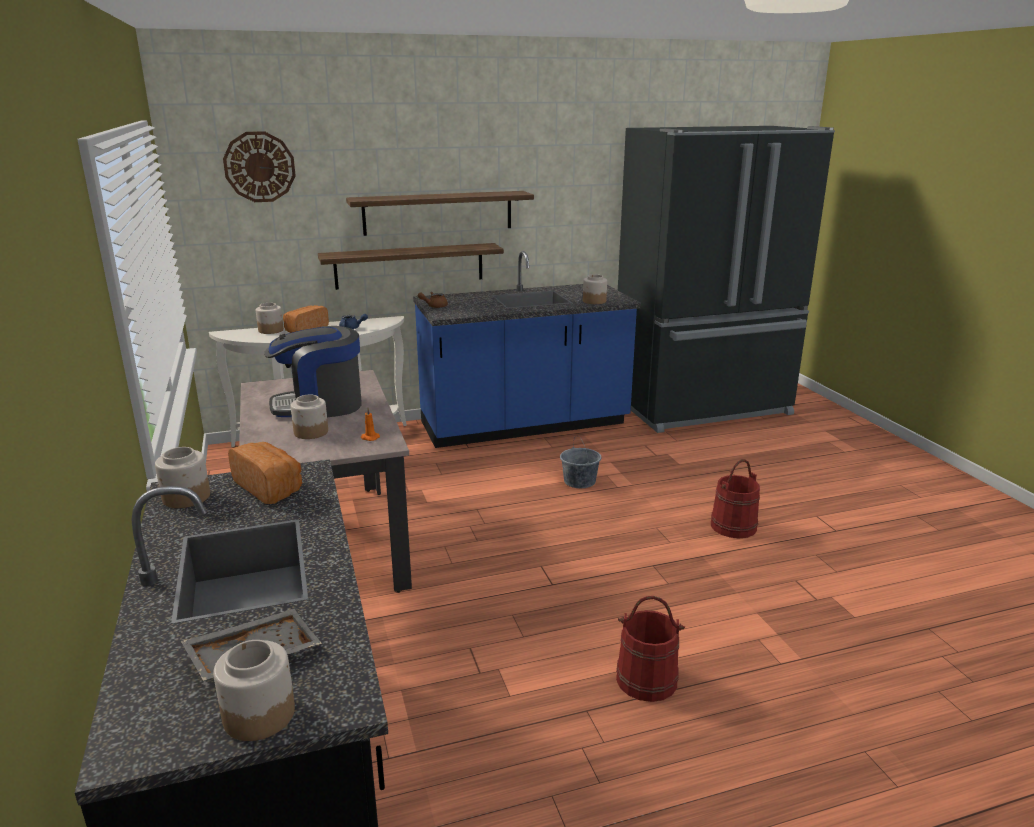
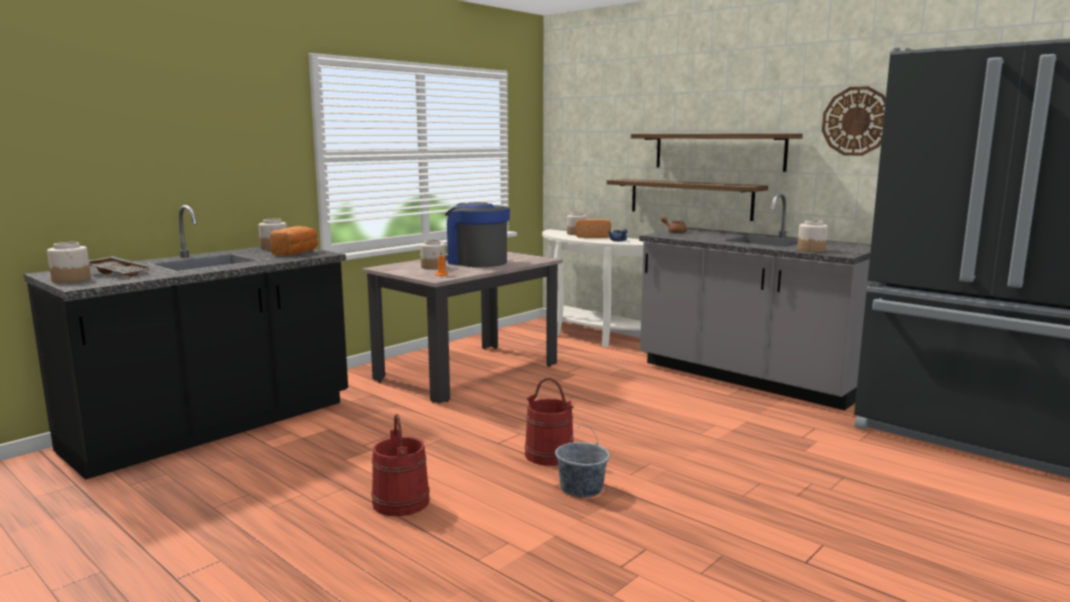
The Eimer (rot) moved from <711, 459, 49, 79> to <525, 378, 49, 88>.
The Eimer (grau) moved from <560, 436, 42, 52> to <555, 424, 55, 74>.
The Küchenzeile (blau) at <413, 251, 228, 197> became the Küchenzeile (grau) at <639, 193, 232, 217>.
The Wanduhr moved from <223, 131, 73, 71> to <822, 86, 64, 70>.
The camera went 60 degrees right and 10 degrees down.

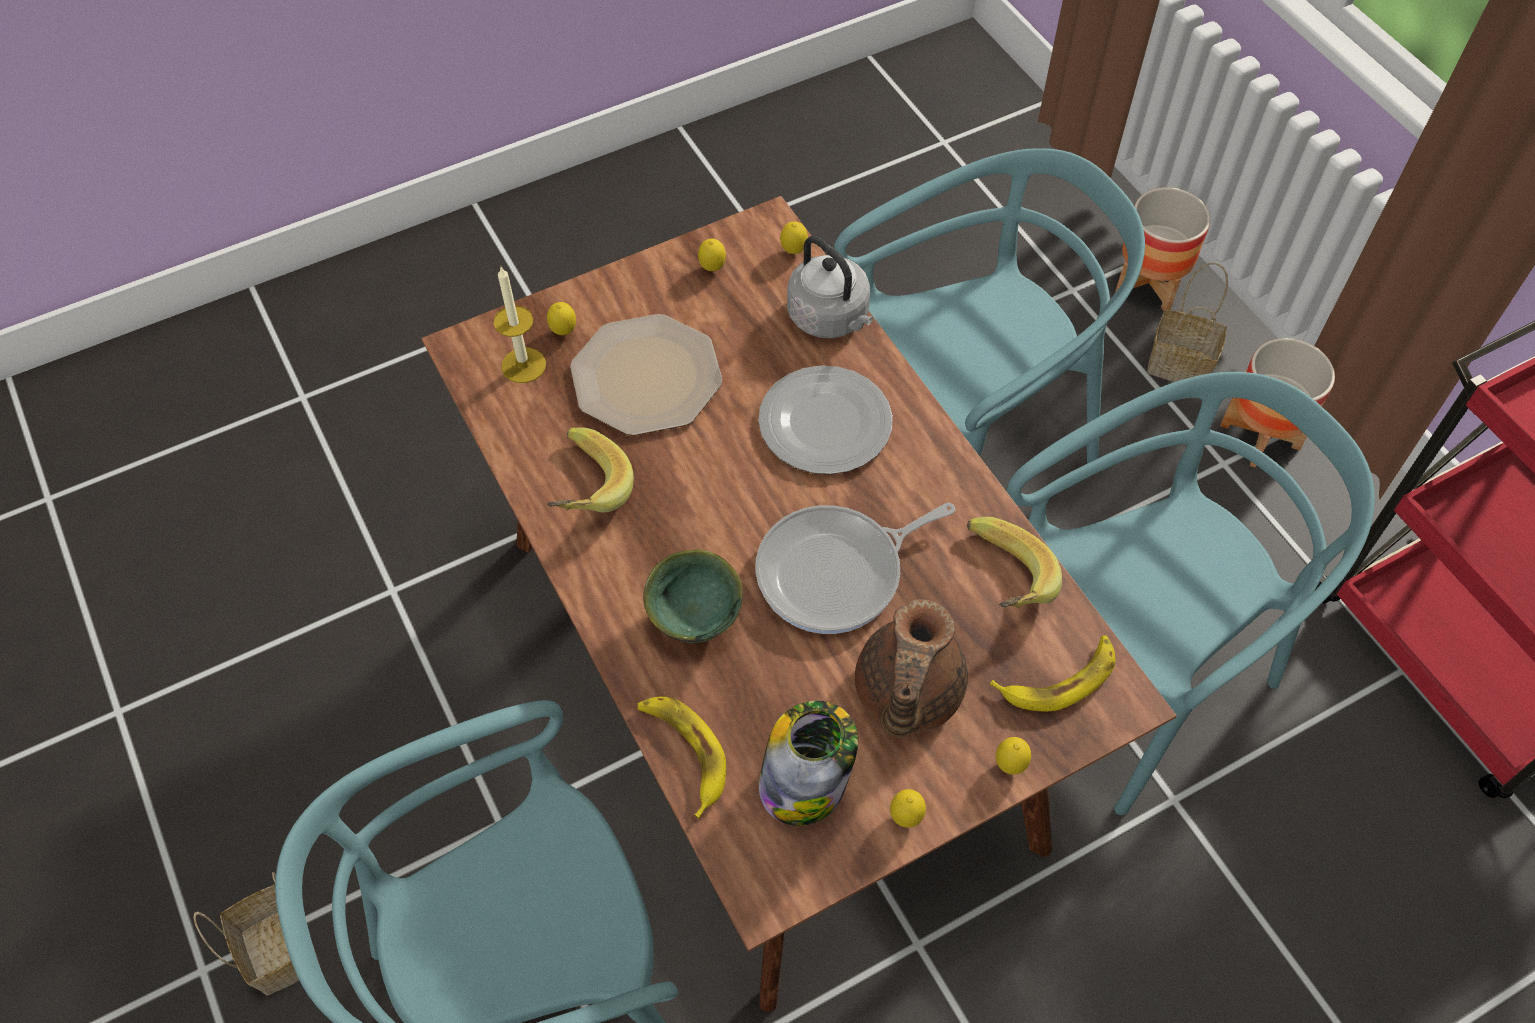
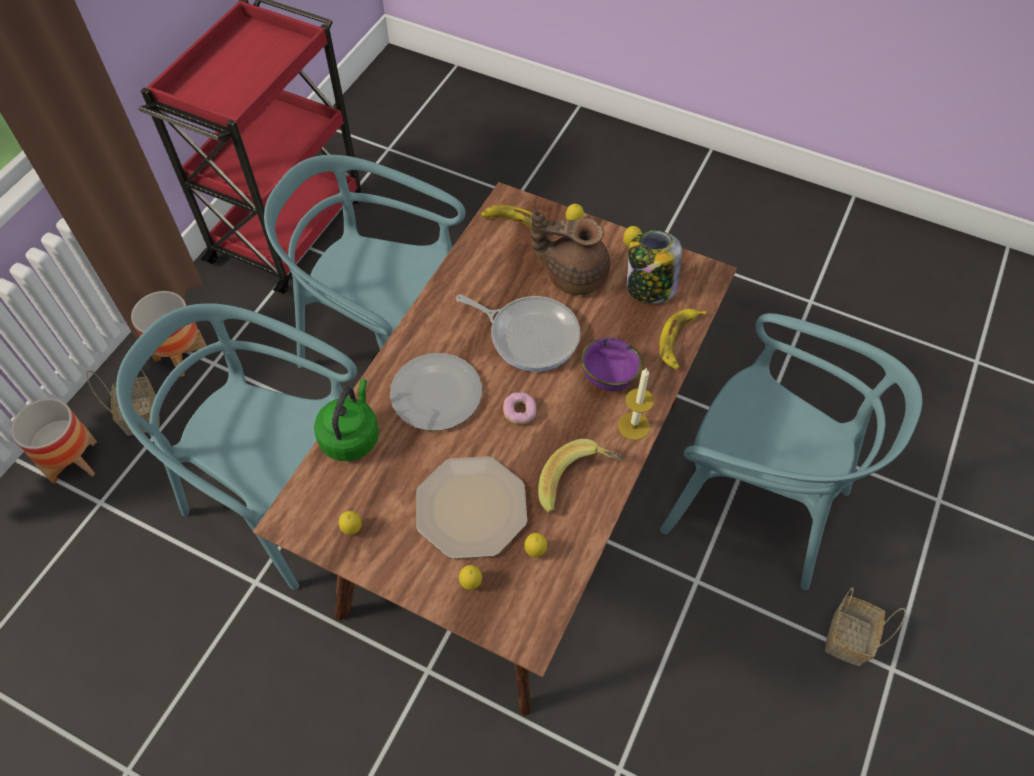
The Wasserkessel (grau) at <787, 236, 86, 102> became the Wasserkessel (grün) at <314, 379, 65, 82>.
The Donut at <503, 392, 34, 33> appeared.
The Zitrone moved from <780, 221, 28, 33> to <524, 533, 23, 25>.
The Teekanne (braun) at <855, 599, 113, 139> turned 150 degrees counterclockwise.
The Schüssel (grün) at <643, 549, 100, 94> became the Schüssel (lila) at <581, 337, 62, 54>.
The Kerze moved from <494, 267, 52, 116> to <618, 368, 36, 72>.
The Banane at <967, 517, 95, 91> disappeared.
The camera went 125 degrees left and 0 degrees up.

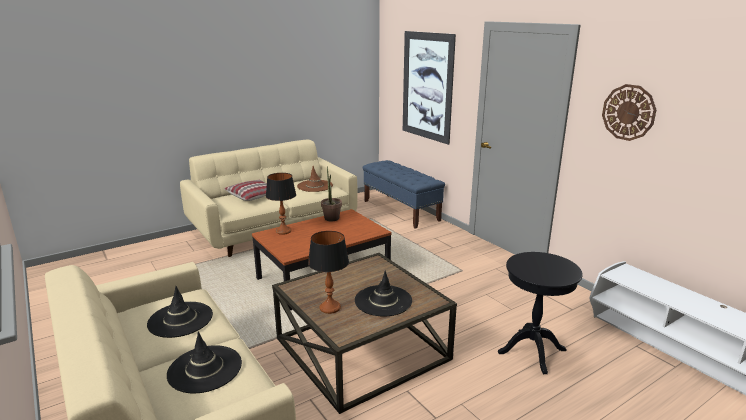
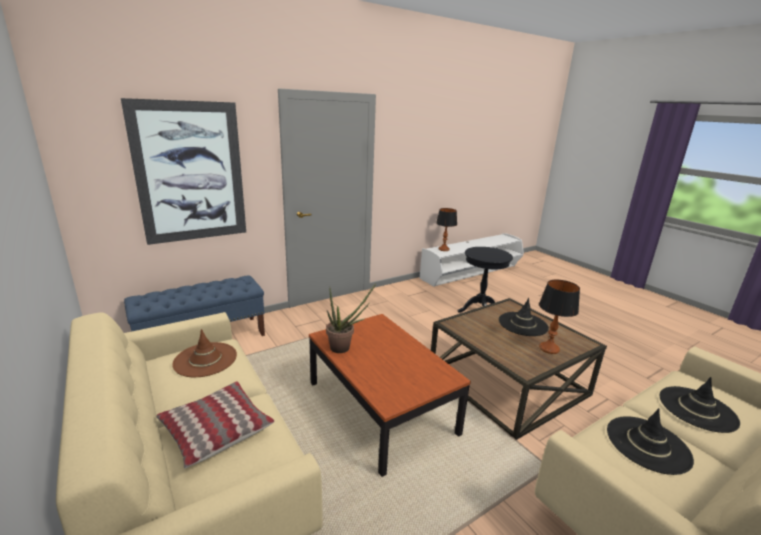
The Tischlampe moved from <266, 173, 30, 62> to <436, 208, 21, 43>.
The Wanduhr at <602, 84, 54, 57> disappeared.
The camera went 90 degrees left and 0 degrees up.

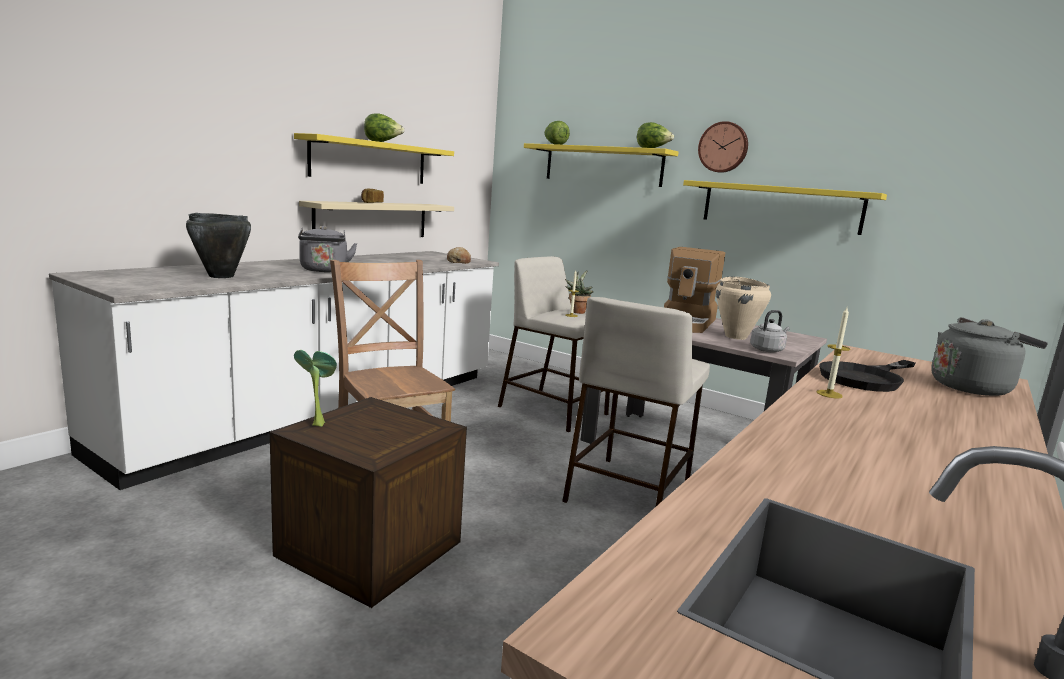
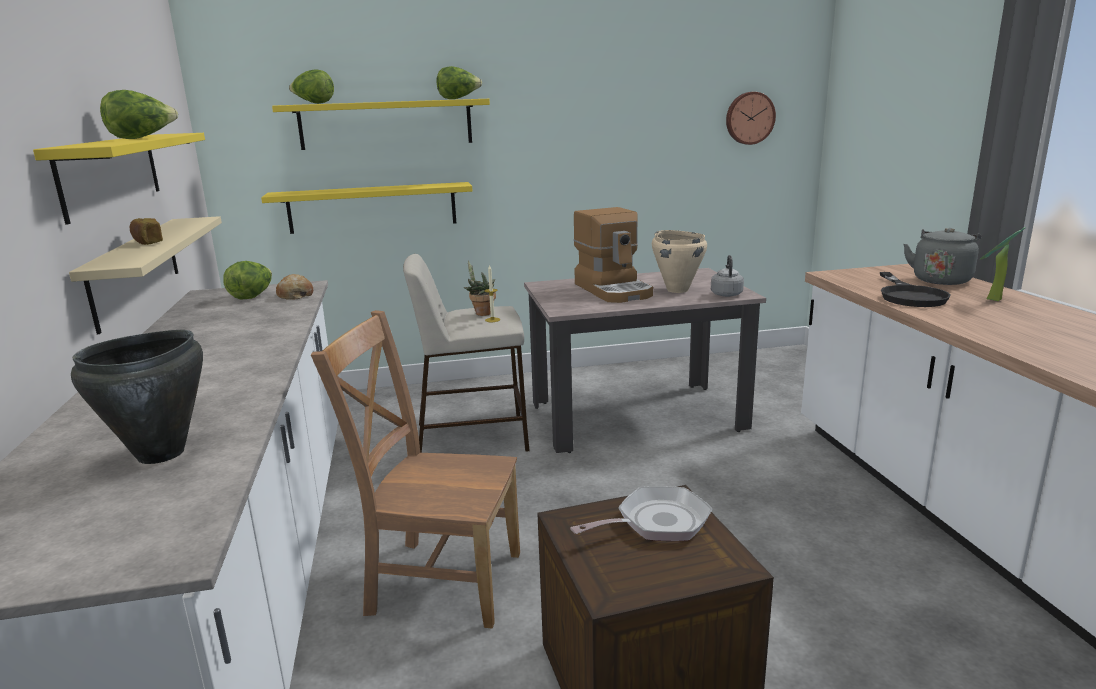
The Salatkopf at <223, 261, 49, 38> appeared.
The Wandregal (gelb) moved from <683, 180, 204, 55> to <261, 182, 212, 52>.
The Pfanne at <570, 486, 142, 55> appeared.
The Wanduhr moved from <698, 121, 50, 52> to <726, 92, 50, 53>.
The Topfpflanze moved from <294, 350, 43, 77> to <980, 227, 45, 74>.
The Wasserkessel (grau) at <298, 226, 59, 46> disappeared.
The Hocker (beige) at <562, 297, 148, 209> disappeared.
The Kerze at <816, 307, 34, 92> disappeared.
The camera went 45 degrees left and 5 degrees up.

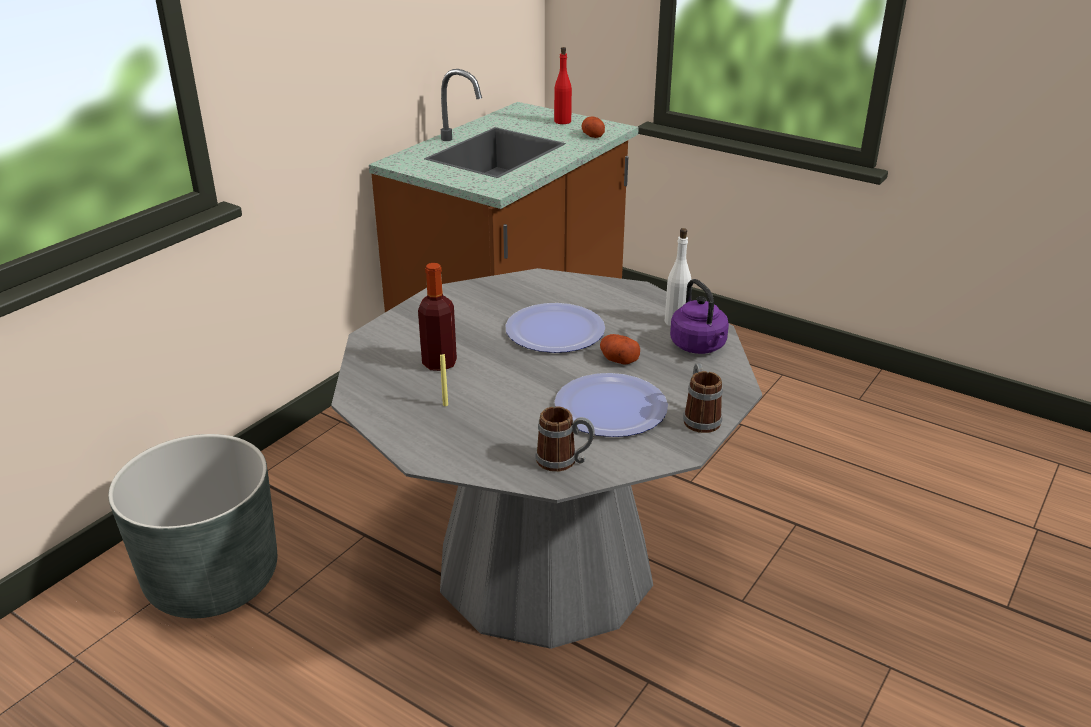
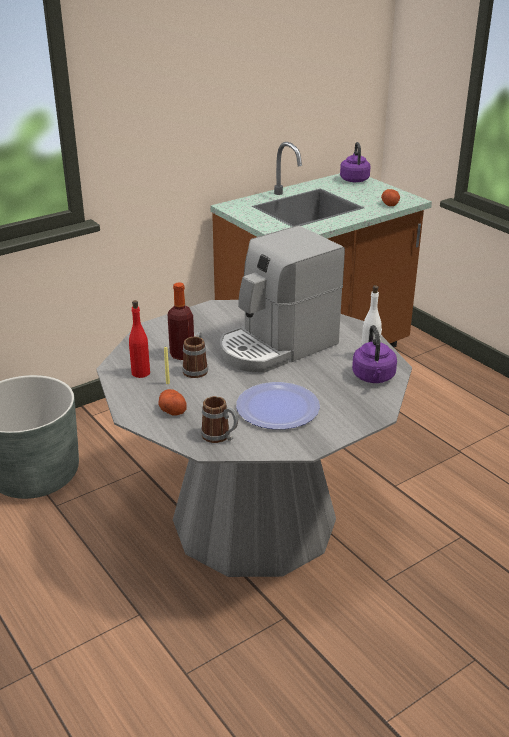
The Flasche (rot) moved from <554, 47, 18, 77> to <129, 300, 21, 78>.
The Kartoffel moved from <600, 334, 40, 31> to <158, 389, 29, 26>.
The Henkelbecher moved from <683, 363, 40, 70> to <182, 332, 26, 46>.
The Teller at <505, 303, 100, 50> was replaced by the Kaffeemaschine at <220, 225, 125, 148>.
The Wasserkessel (lila) at <340, 142, 30, 40> appeared.
The camera went 20 degrees right and 0 degrees up.

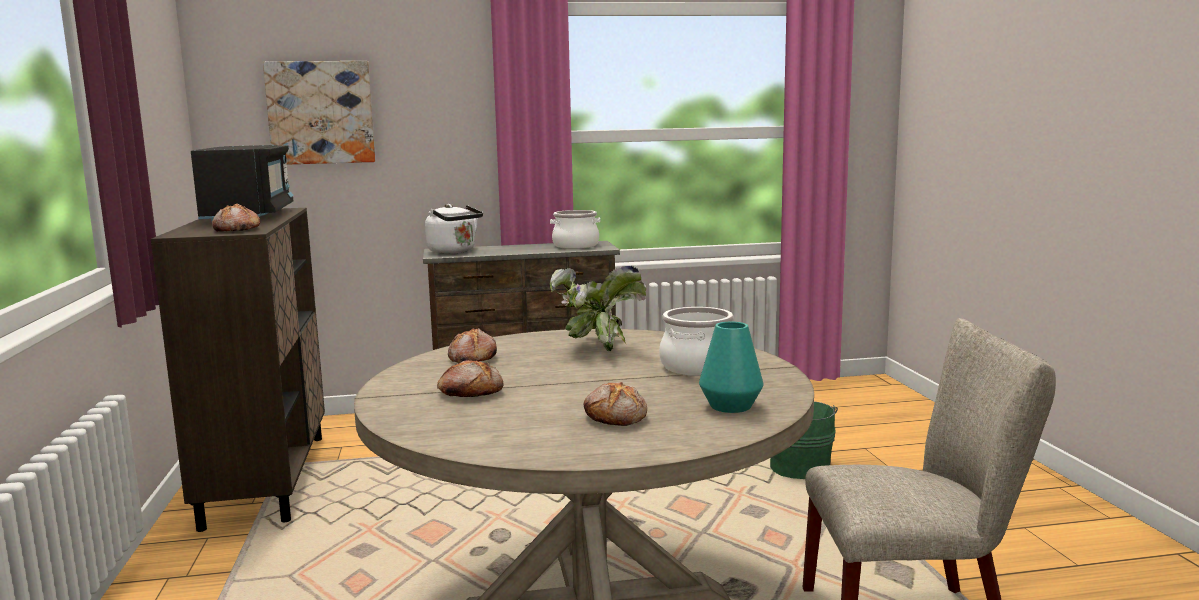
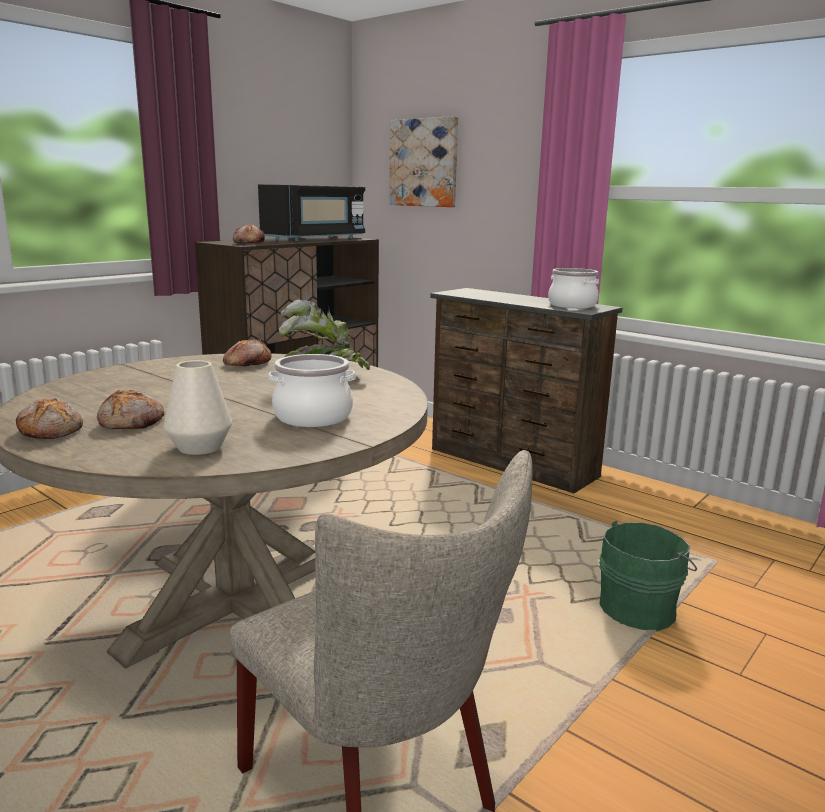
The Brot moved from <437, 360, 67, 37> to <16, 398, 67, 41>.
The Vase (türkis) at <699, 322, 64, 91> became the Vase (weiß) at <164, 360, 68, 95>.
The Wasserkessel (weiß) at <425, 204, 58, 50> disappeared.
The camera went 50 degrees right and 5 degrees up.

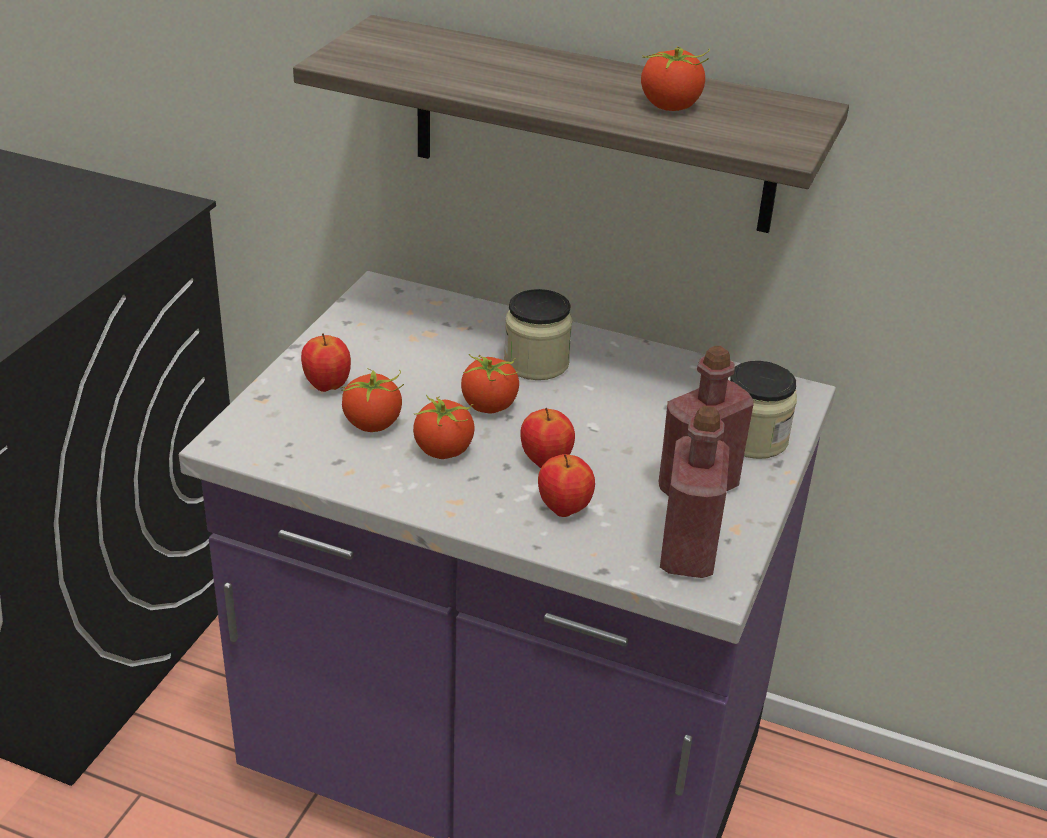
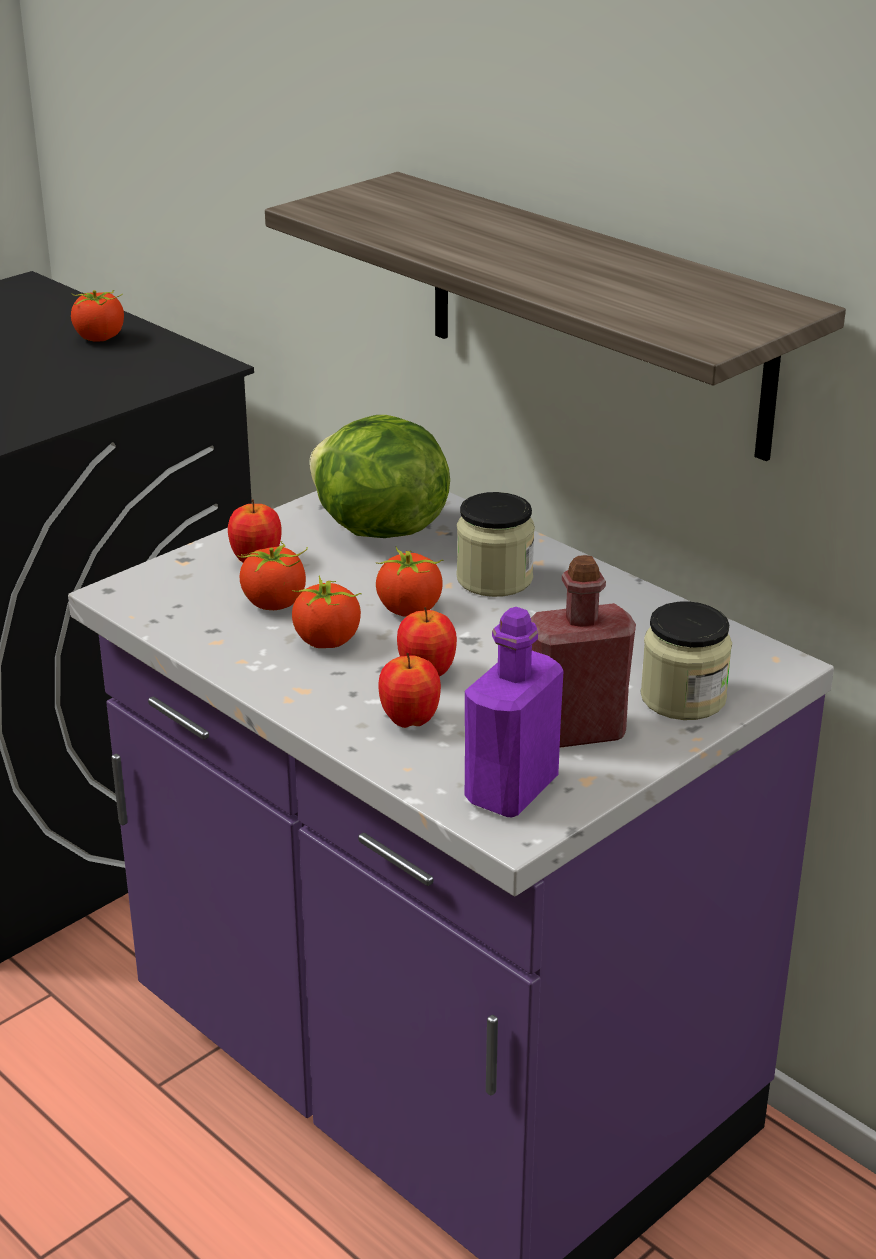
The Tomate moved from <641, 46, 69, 65> to <71, 290, 53, 52>.
The Salatkopf at <309, 415, 141, 123> appeared.
The Flasche (rot) at <660, 406, 69, 172> became the Flasche (lila) at <465, 607, 99, 210>.
The camera went 25 degrees right and 5 degrees down.

